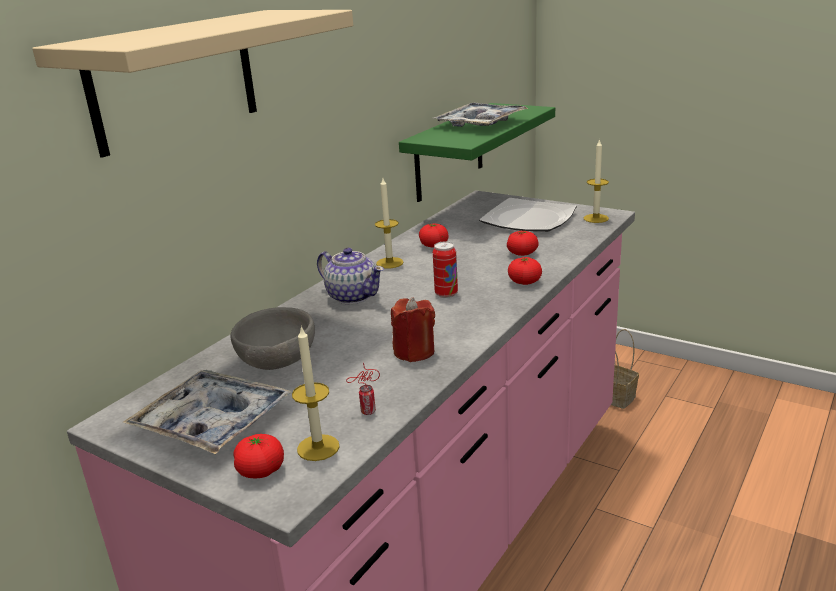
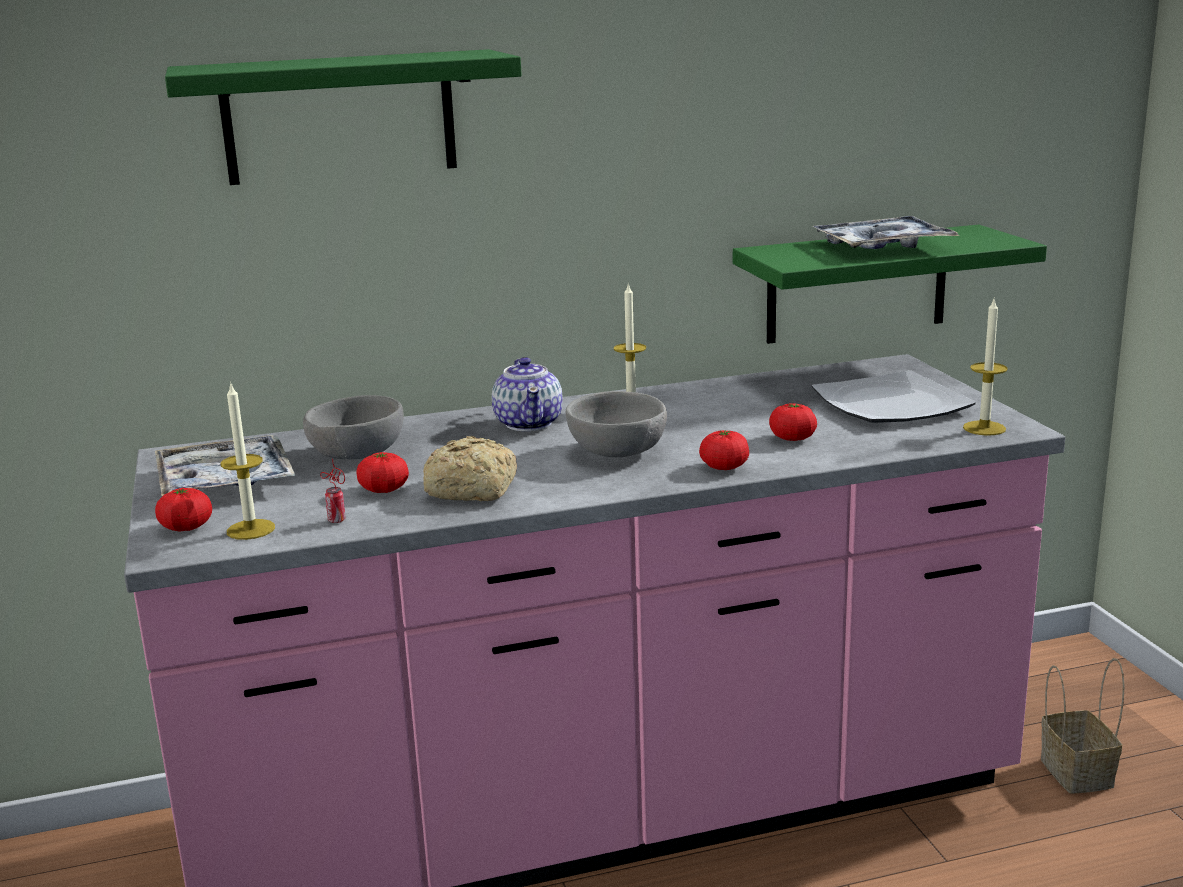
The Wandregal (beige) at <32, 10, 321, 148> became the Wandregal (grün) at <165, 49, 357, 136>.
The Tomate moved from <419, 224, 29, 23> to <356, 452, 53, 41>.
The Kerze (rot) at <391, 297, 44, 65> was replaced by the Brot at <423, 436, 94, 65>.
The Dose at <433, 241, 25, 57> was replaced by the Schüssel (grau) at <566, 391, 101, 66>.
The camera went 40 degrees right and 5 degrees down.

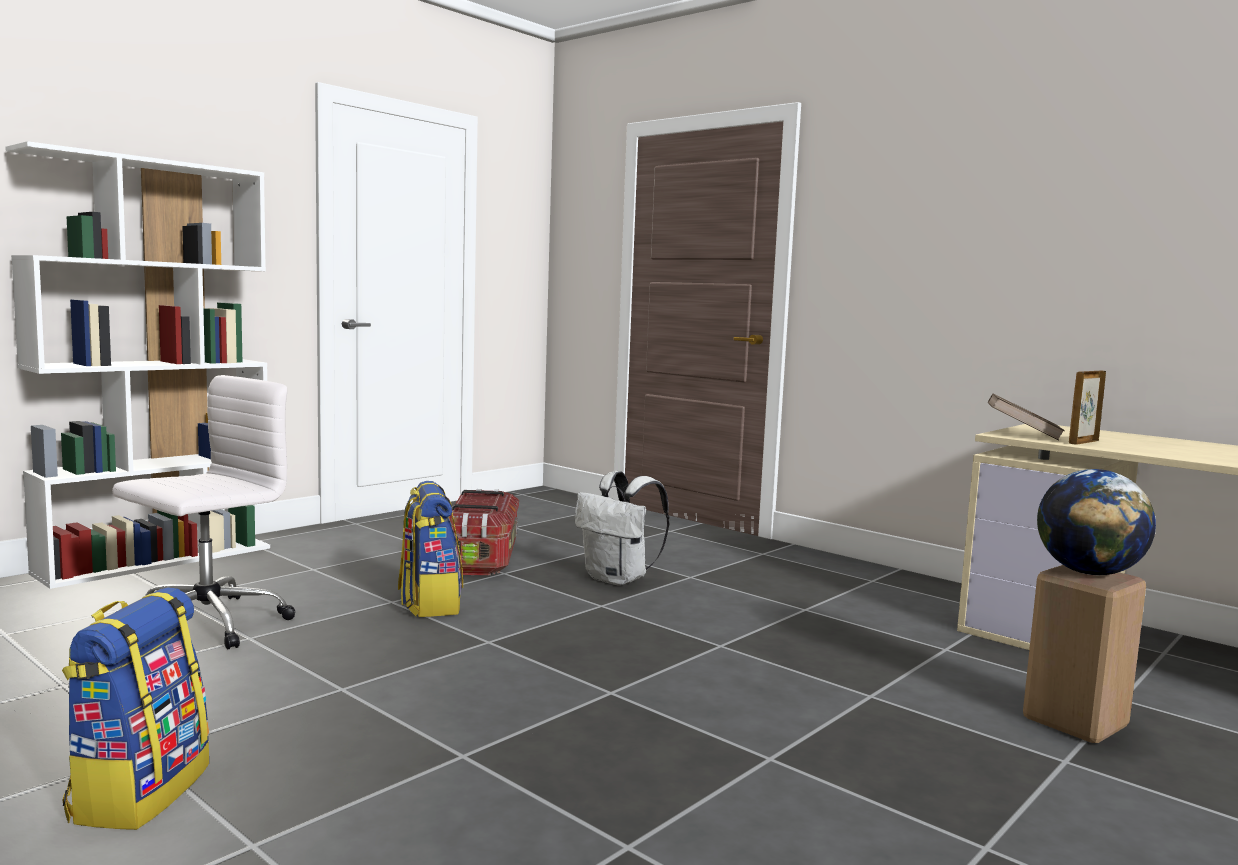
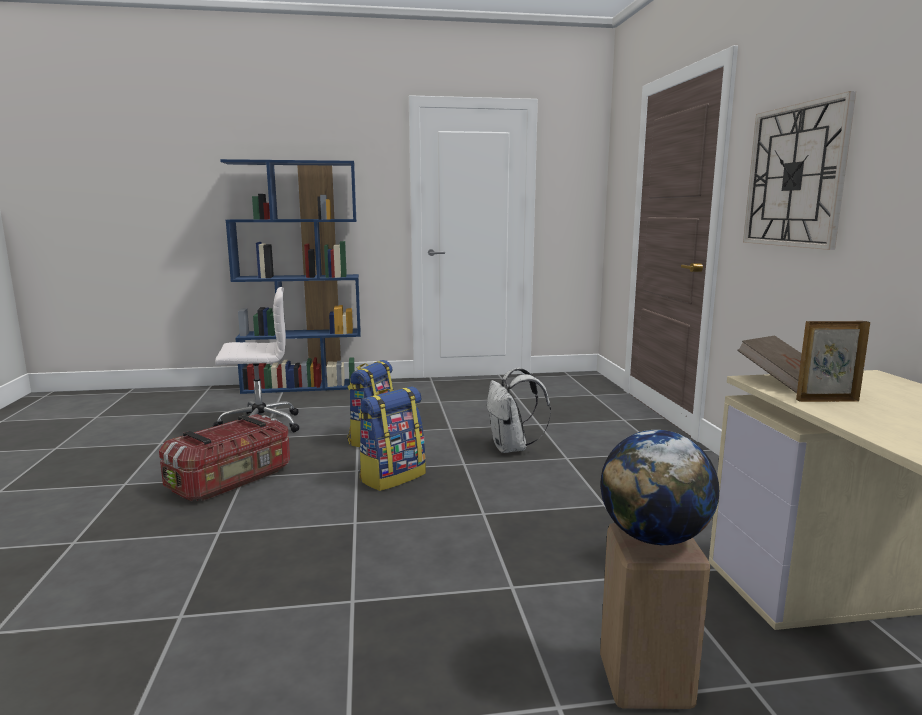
The Aufbewahrungsbox moved from <449, 489, 70, 87> to <159, 414, 131, 87>.
The Bücherregal (weiß) at <5, 141, 265, 448> became the Bücherregal (blau) at <220, 159, 141, 235>.
The Rucksack moved from <62, 587, 148, 243> to <358, 386, 68, 105>.
The Wanduhr at <743, 91, 113, 159> appeared.
The camera went 40 degrees right and 5 degrees up.

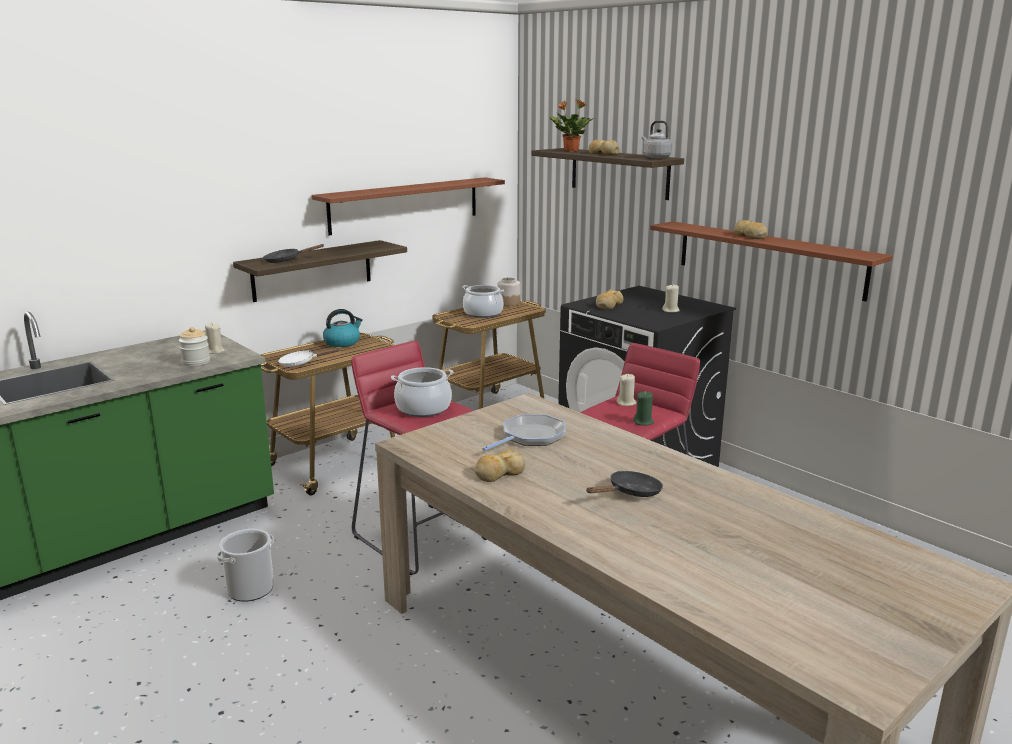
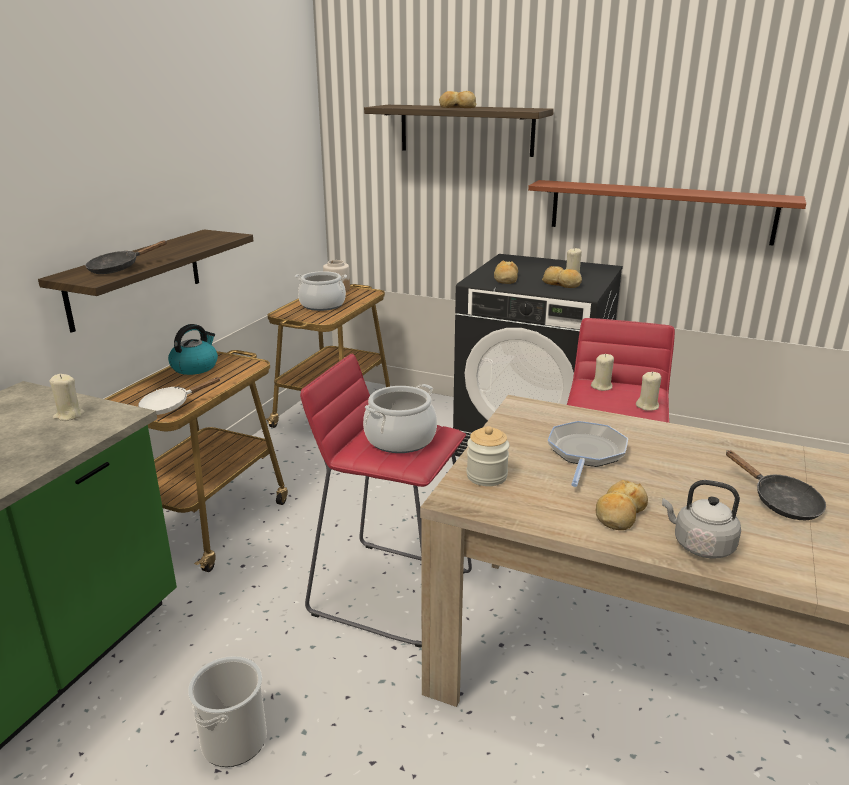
The Vorratsglas moved from <179, 327, 31, 39> to <467, 426, 42, 60>.
The Brot moved from <733, 220, 35, 19> to <542, 266, 40, 22>.
The Kerze (grün) at <633, 391, 21, 35> became the Kerze (beige) at <636, 372, 25, 39>.
The Wasserkessel (grau) moved from <642, 120, 30, 38> to <662, 480, 79, 78>.
The Pfanne (schwarz) at <586, 471, 77, 26> turned 120 degrees clockwise.
The Wandregal (braun) at <311, 177, 194, 58> disappeared.
The Topfpflanze at <550, 99, 44, 53> disappeared.
The camera went 25 degrees left and 5 degrees up.

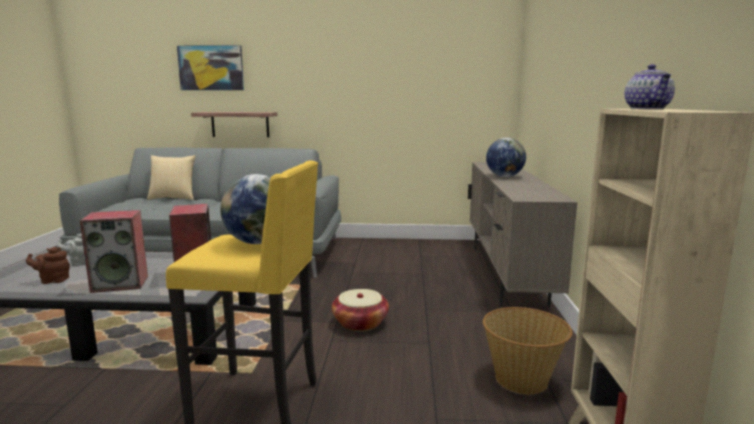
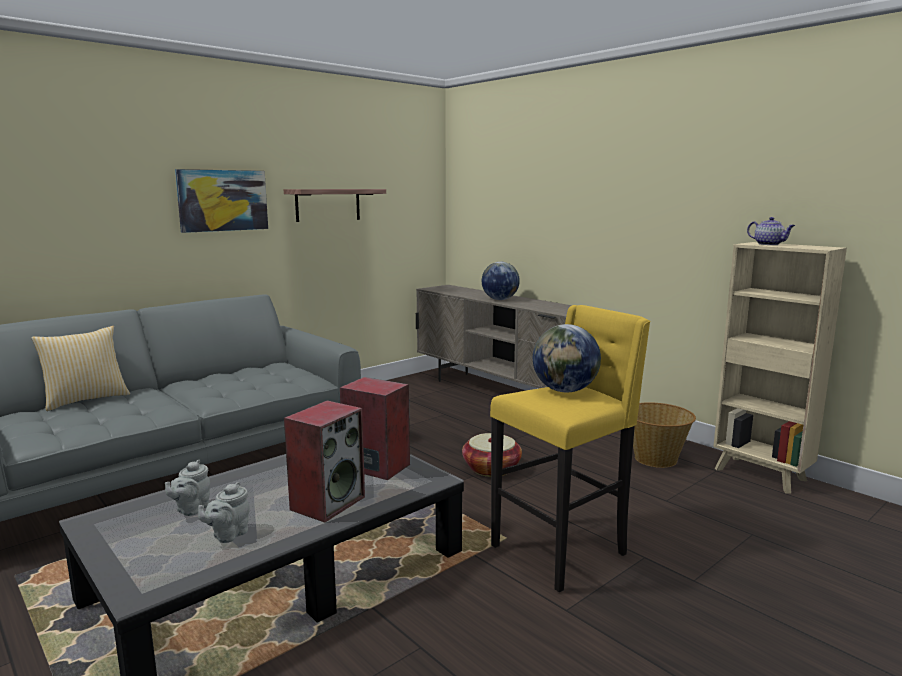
The Bild moved from <177, 45, 67, 45> to <175, 169, 93, 64>.
The Teekanne (braun) at <26, 247, 44, 37> became the Teekanne (grau) at <198, 482, 52, 61>.
The Wandregal moved from <191, 112, 86, 25> to <284, 189, 102, 33>.
The camera went 45 degrees left and 0 degrees up.

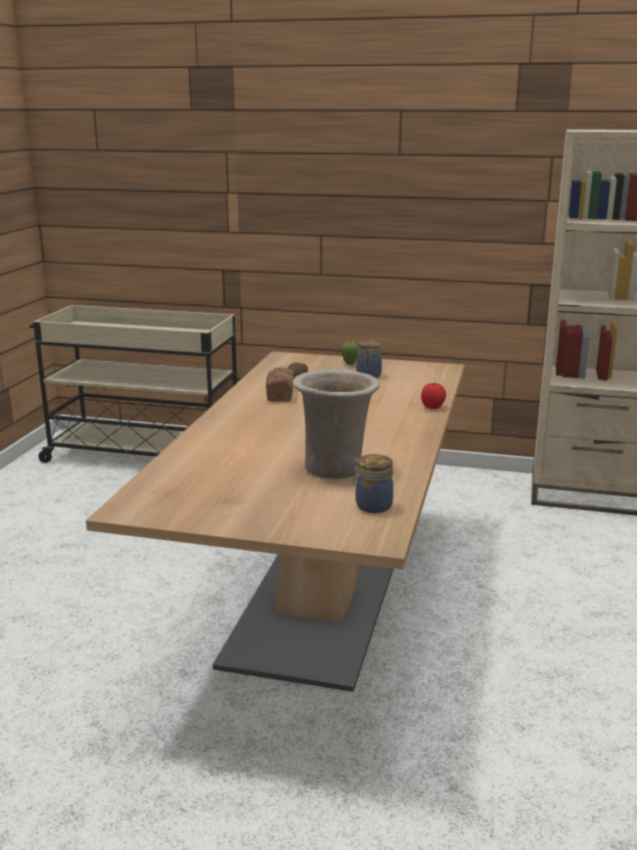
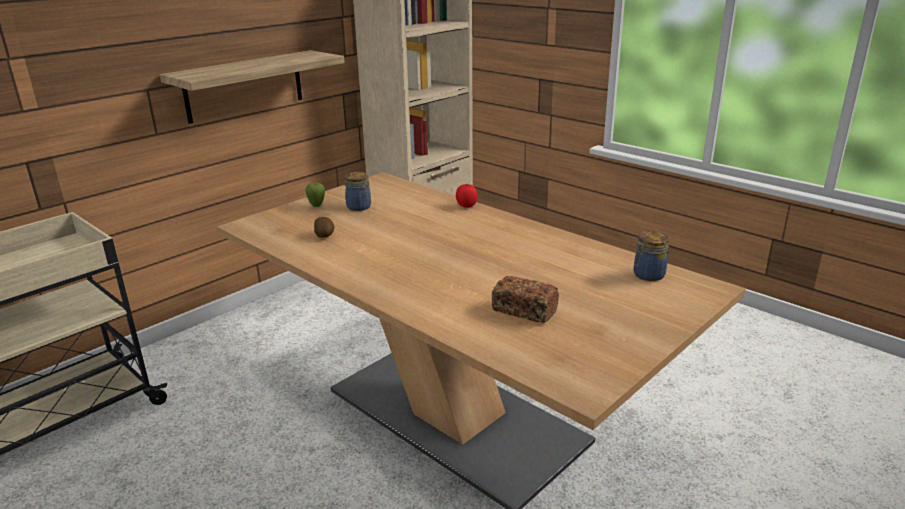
The Wandregal at <160, 50, 185, 74> appeared.
The Brot moved from <266, 368, 28, 34> to <492, 276, 67, 47>.
The Vase (beige) at <292, 369, 88, 110> disappeared.
The camera went 60 degrees left and 5 degrees up.

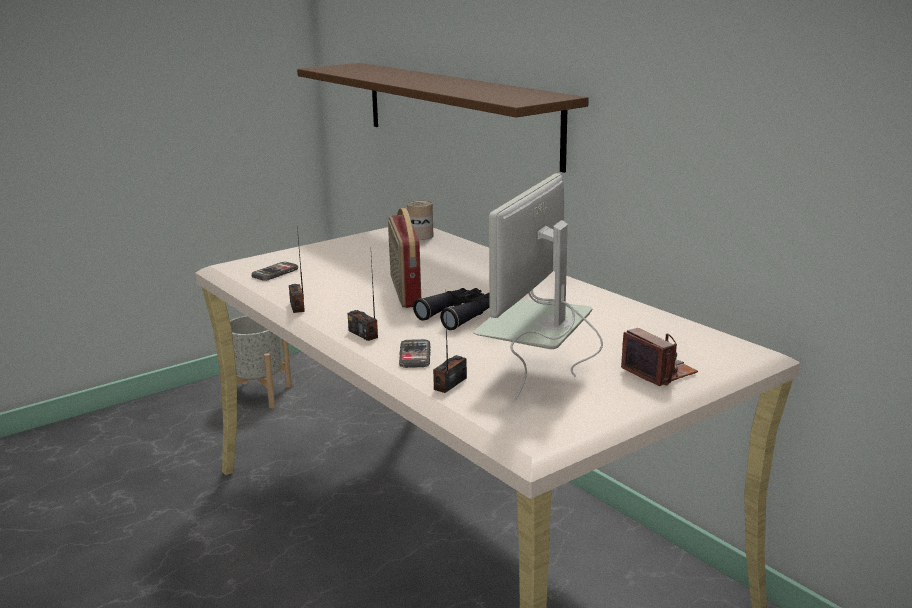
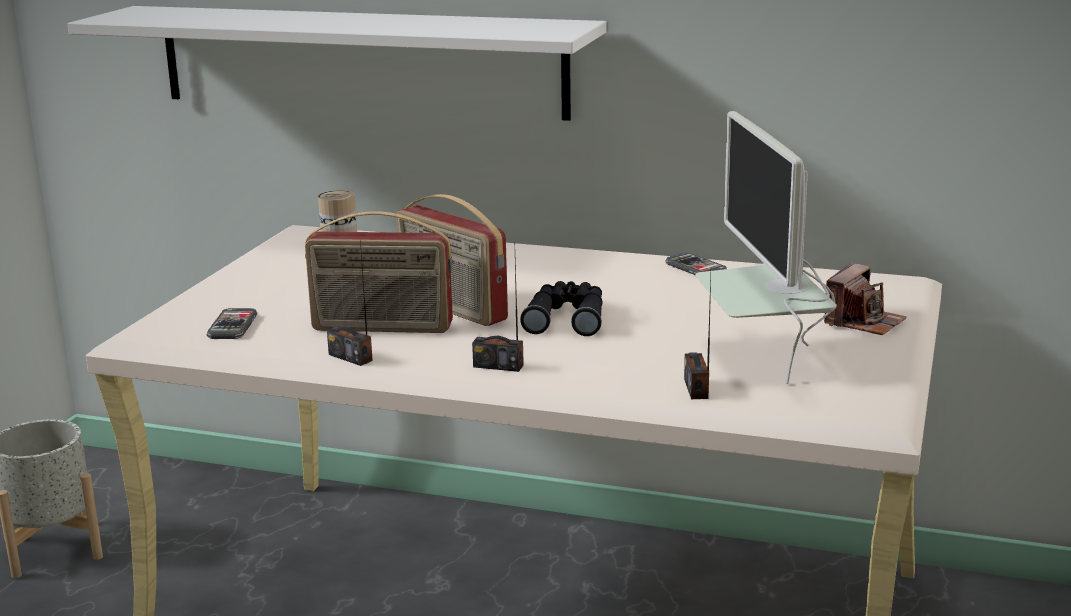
The Wandregal (braun) at <297, 63, 292, 110> became the Wandregal (weiß) at <68, 6, 538, 115>.
The Radio at <305, 212, 148, 121> appeared.
The Handy moved from <399, 339, 32, 29> to <665, 253, 62, 22>.
The Kamera at <621, 328, 77, 58> turned 105 degrees clockwise.
The camera went 35 degrees left and 0 degrees up.

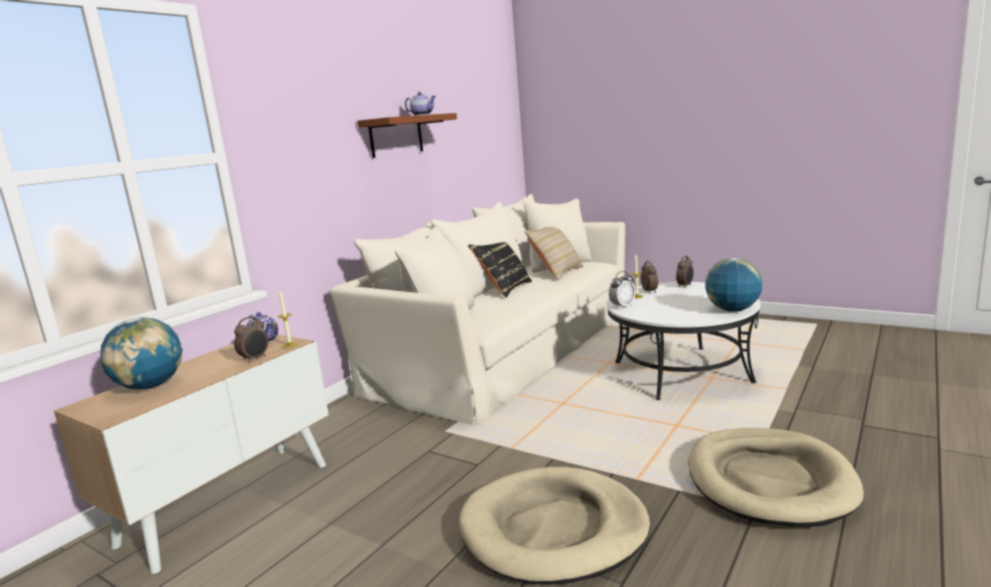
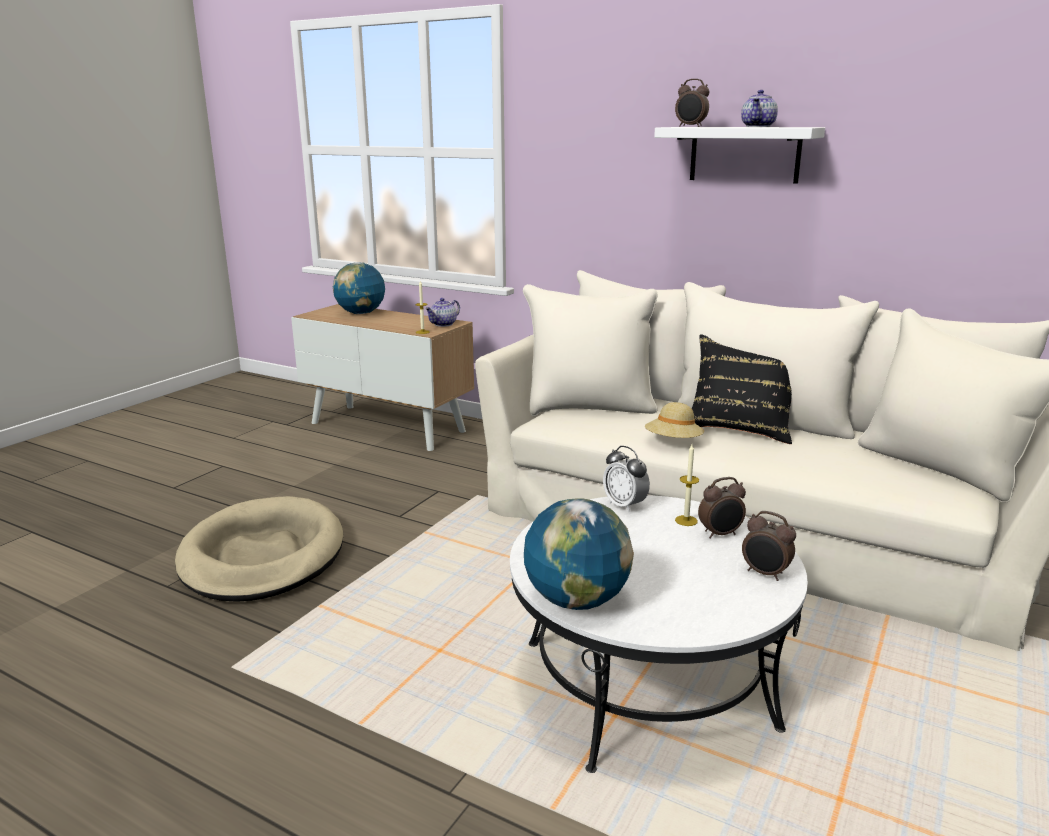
The Hut (beige) at <645, 402, 59, 36> appeared.
The Wandregal (braun) at <357, 113, 100, 45> became the Wandregal (weiß) at <654, 127, 171, 57>.
The Wecker moved from <234, 316, 34, 47> to <675, 79, 35, 48>.
The Kissen (beige) at <524, 227, 60, 53> disappeared.
The Hundebett (beige) at <688, 428, 176, 99> disappeared.
The camera went 85 degrees right and 5 degrees up.

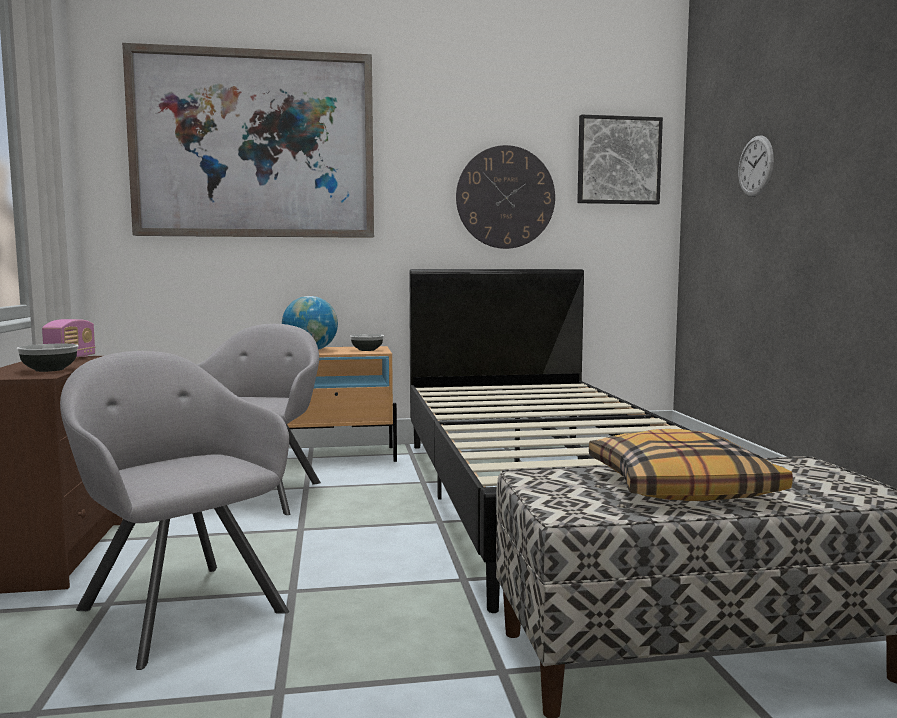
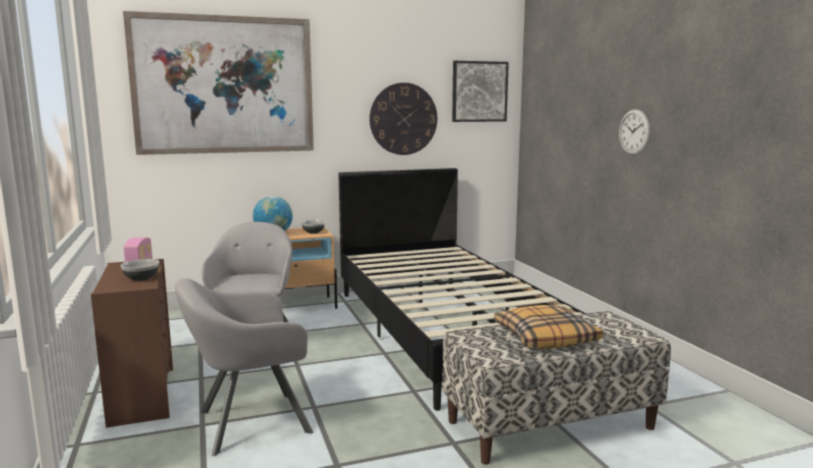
The Sessel (grau) at <60, 351, 229, 319> turned 60 degrees counterclockwise.
The Wanduhr moved from <738, 135, 36, 62> to <619, 109, 31, 46>.
The camera went 10 degrees left and 5 degrees up.

